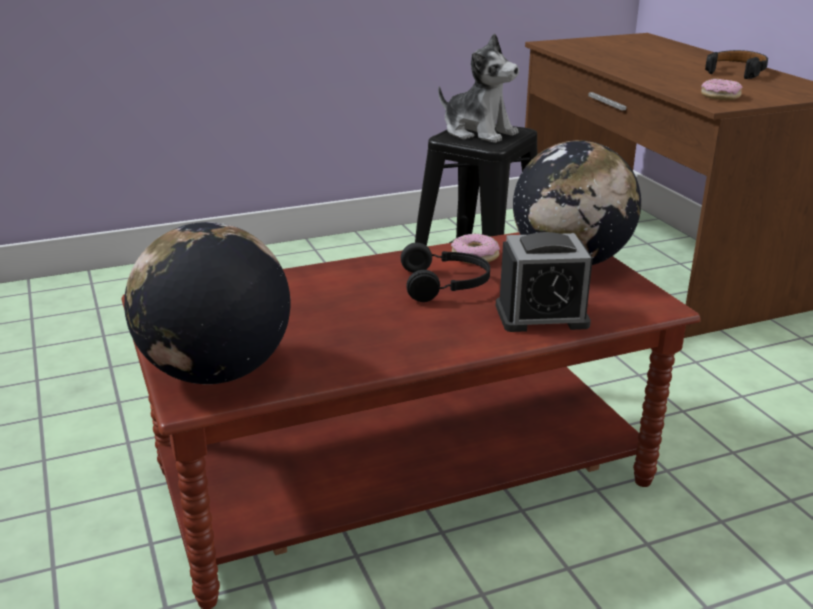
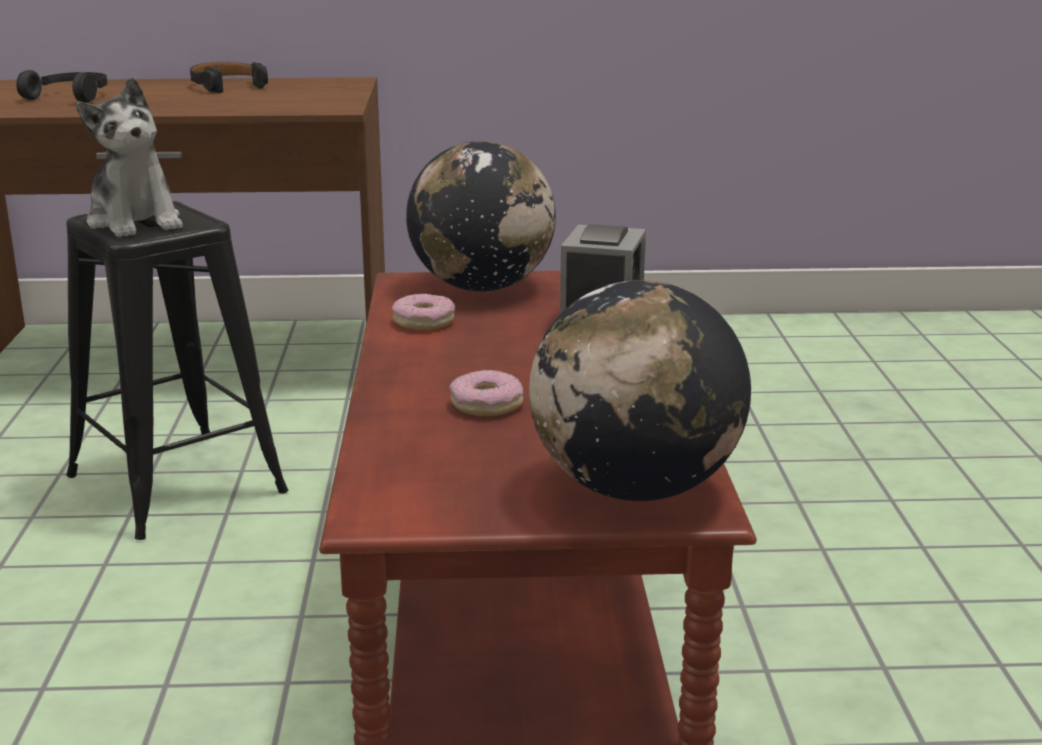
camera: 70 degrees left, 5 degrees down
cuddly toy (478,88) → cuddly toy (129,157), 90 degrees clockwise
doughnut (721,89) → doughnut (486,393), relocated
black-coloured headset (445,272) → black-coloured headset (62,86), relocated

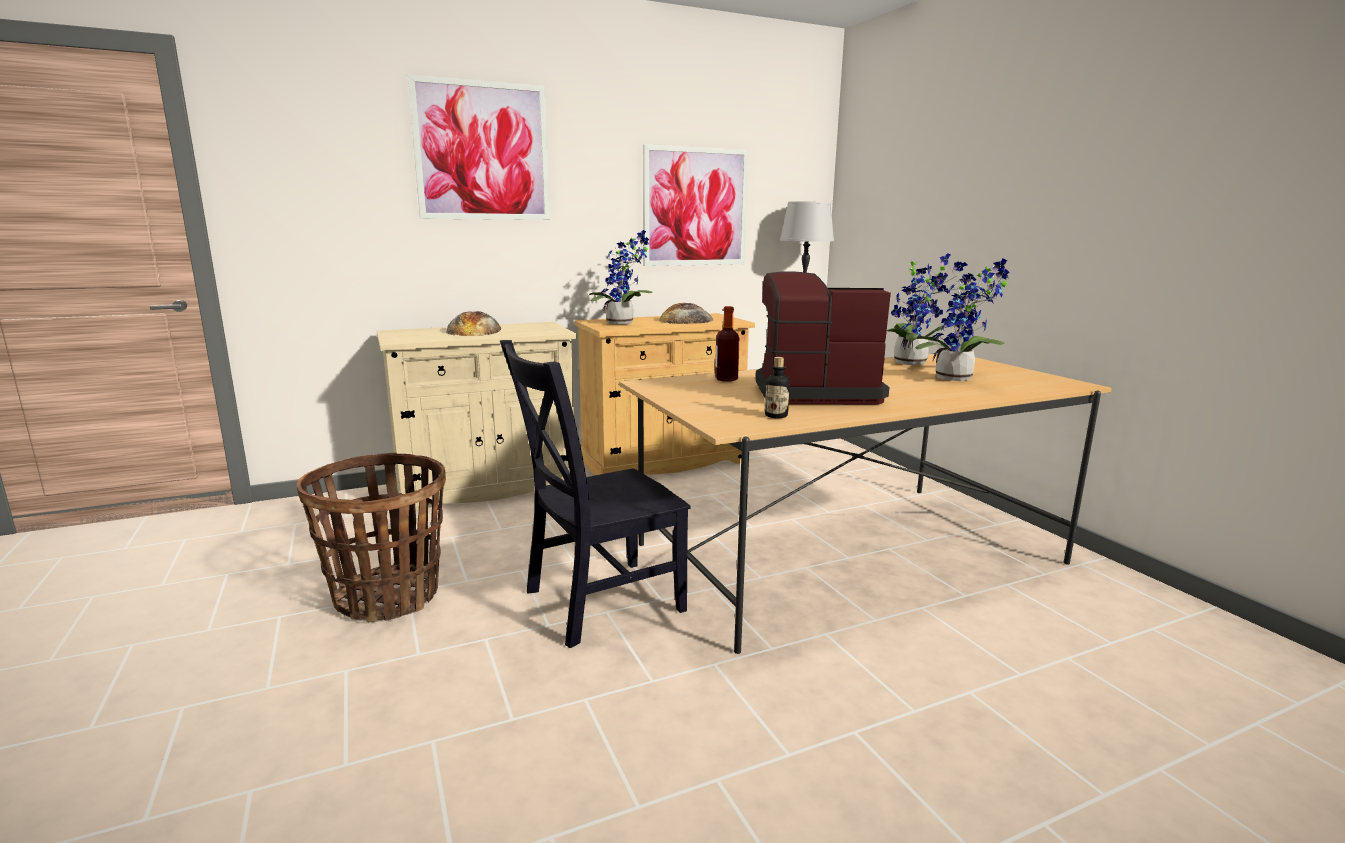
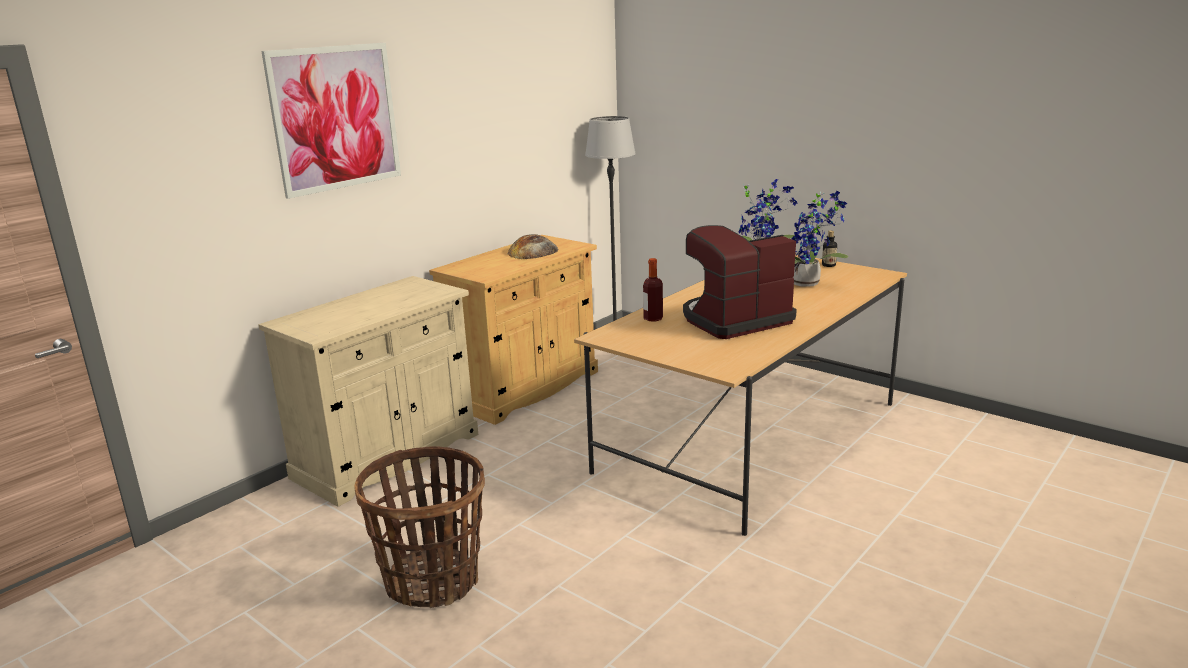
camera: 25 degrees left, 5 degrees up
wall picture (695,205) → -
potted plant (621,277) → -
bread (473,323) → -
black-coloured upright chair (595,494) → -
drink bottle (777,387) → drink bottle (829,249), relocated

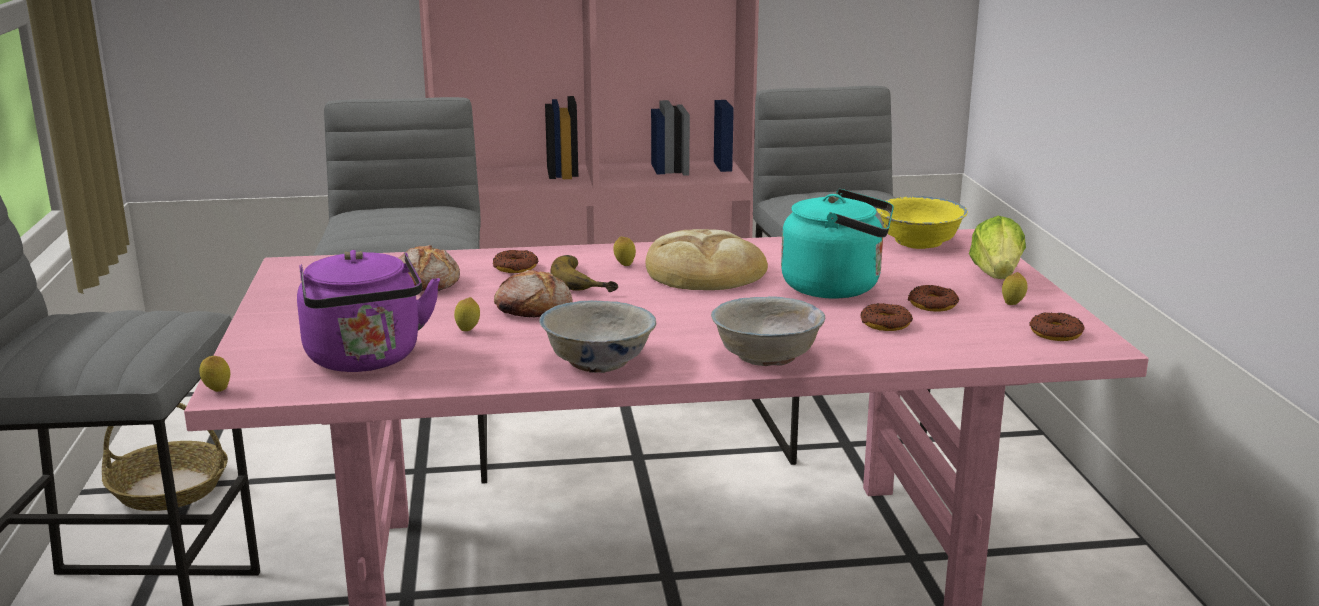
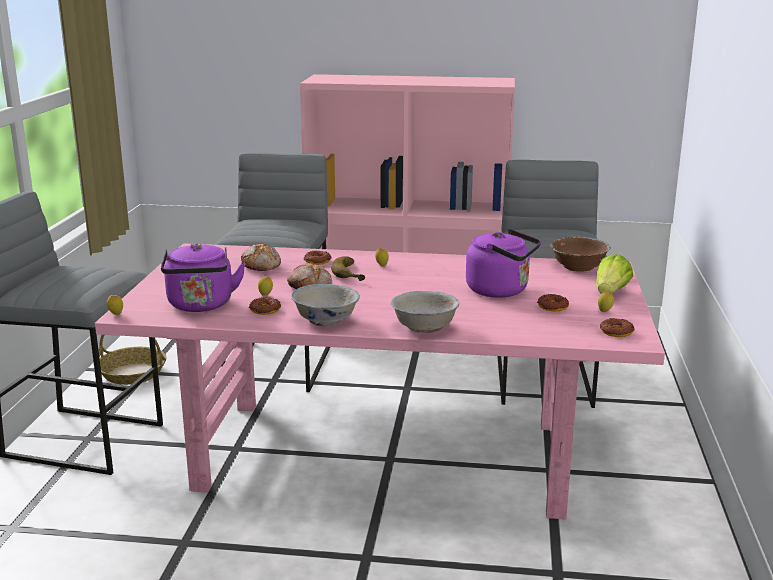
camera: 15 degrees right, 0 degrees up
turquoise-coloured water kettle (837,244) → purple-coloured water kettle (503,263)
yellowish deep dish (922,222) → brown-coloured deep dish (580,254)
bread (706,259) → -
doughnut (886,317) → doughnut (264,306), relocated

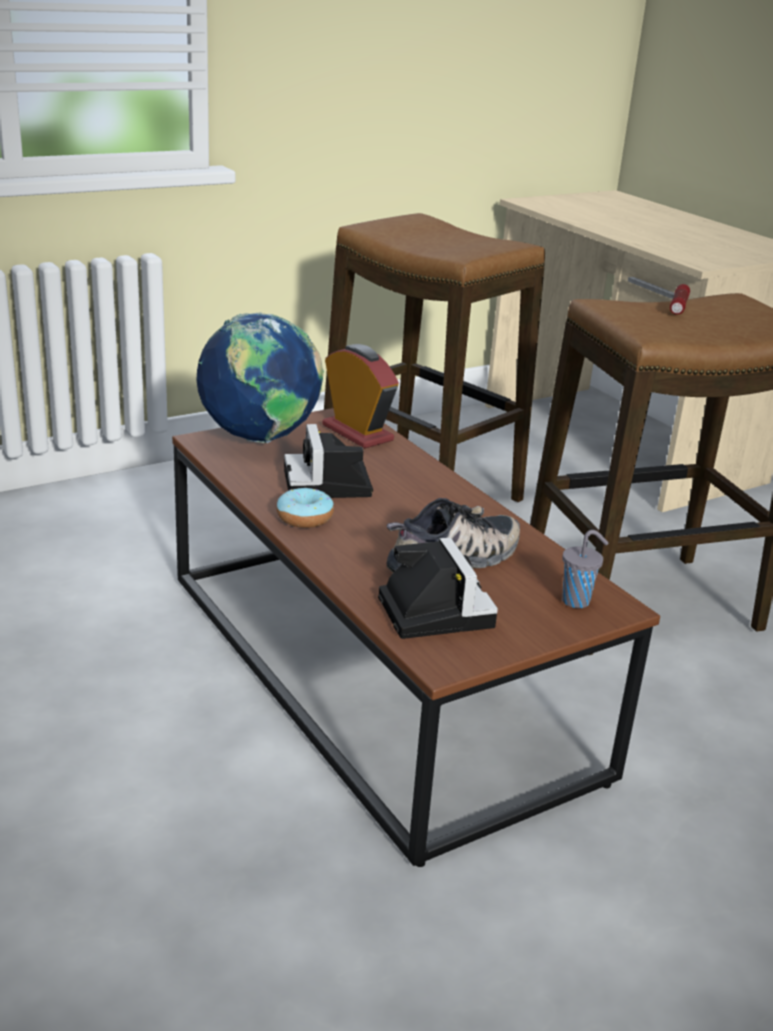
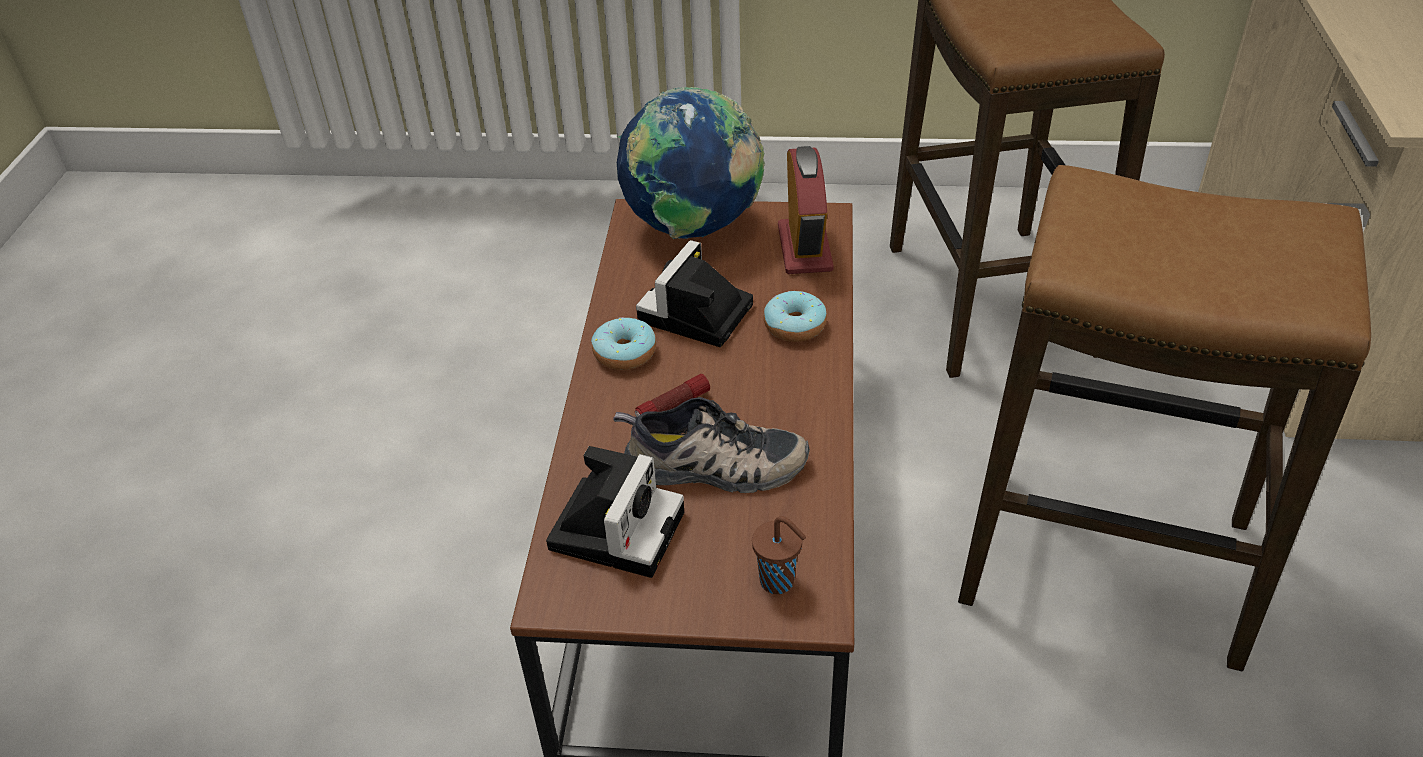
camera: 40 degrees right, 15 degrees up
hand torch (680,299) → hand torch (672,395), relocated
greyish small cup (585,569) → brown-coloured small cup (779,555)
- → doughnut (795,316)

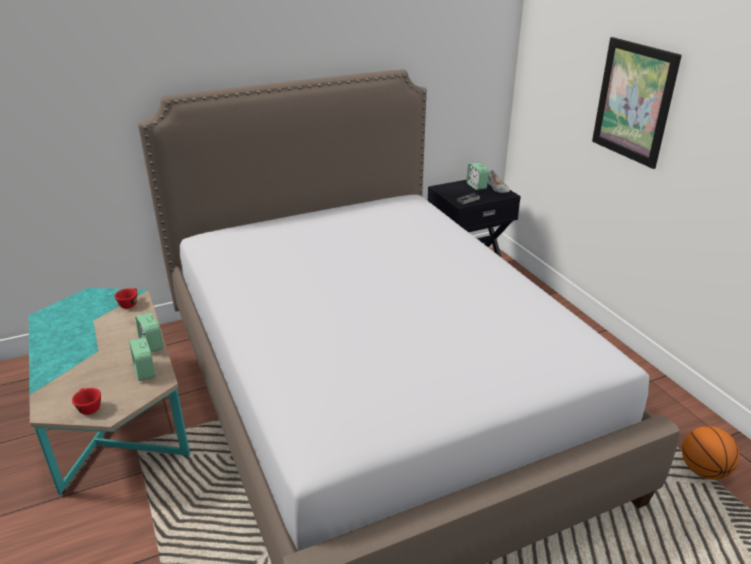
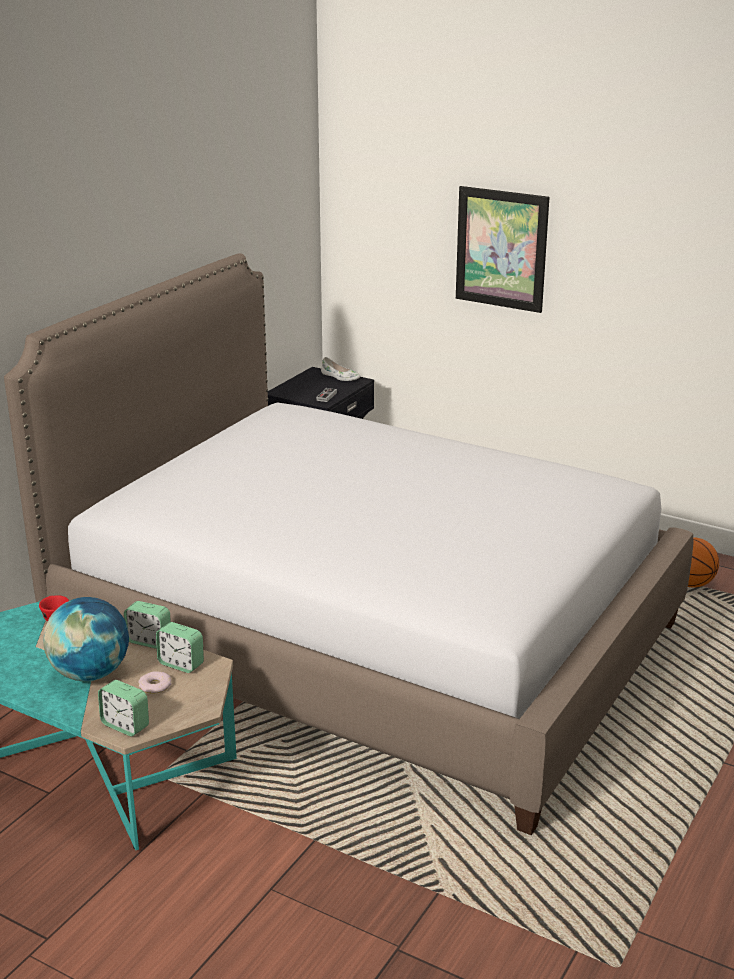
camera: 35 degrees left, 5 degrees down
bedside clock (477,176) → bedside clock (123,708), relocated
red-coloured small cup (86,401) → -
- → globe (86,639)
- → doughnut (155,682)

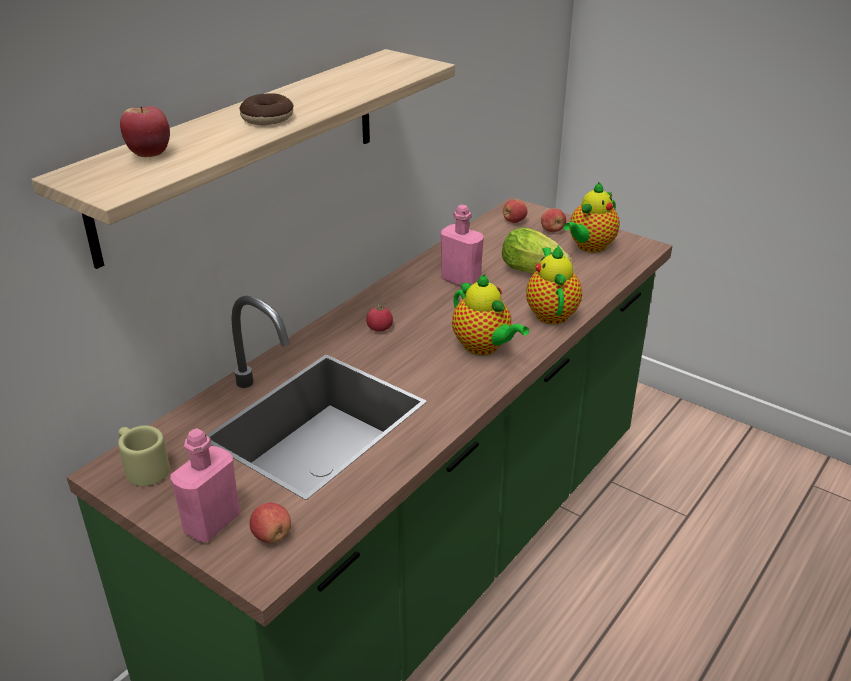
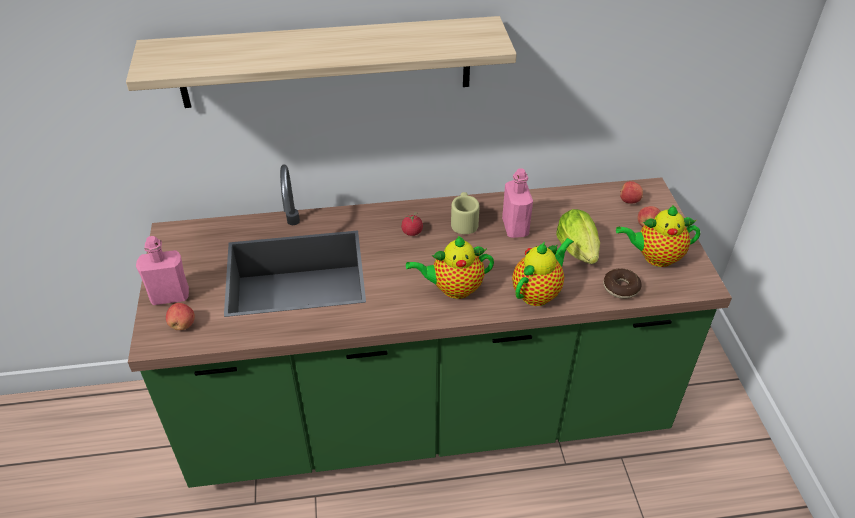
camera: 45 degrees right, 10 degrees up
doughnut (266,109) → doughnut (622,283), relocated
apple (145,131) → -
tea pot (490,314) → tea pot (450,267), 75 degrees clockwise
beige-coloured coffee mug (144,456) → beige-coloured coffee mug (465,213), relocated

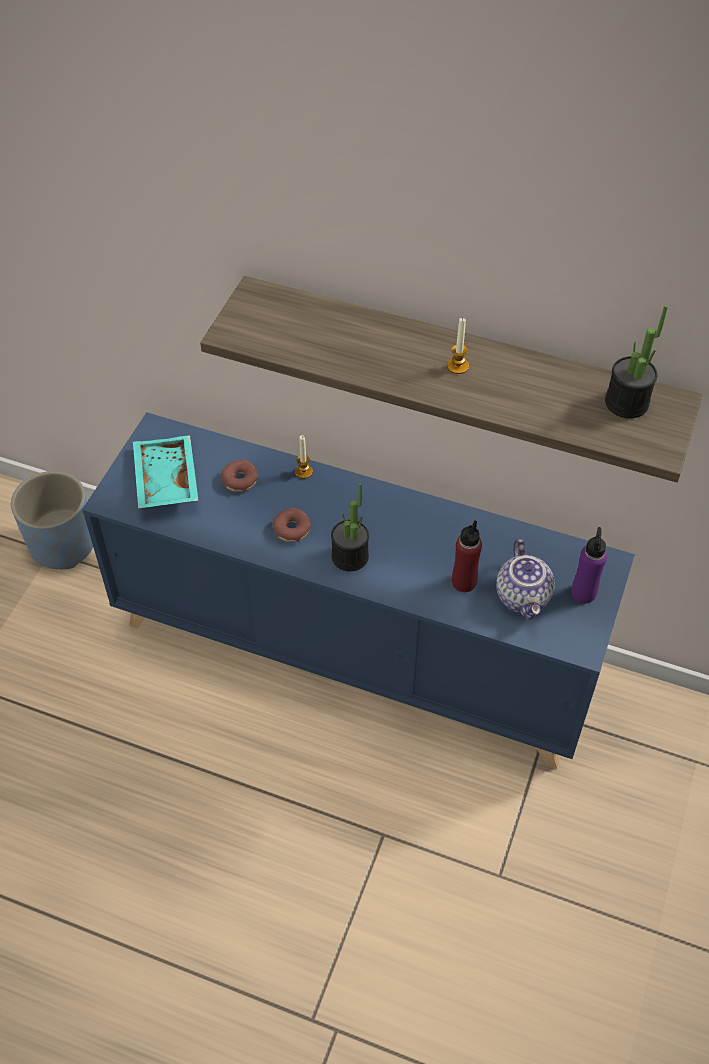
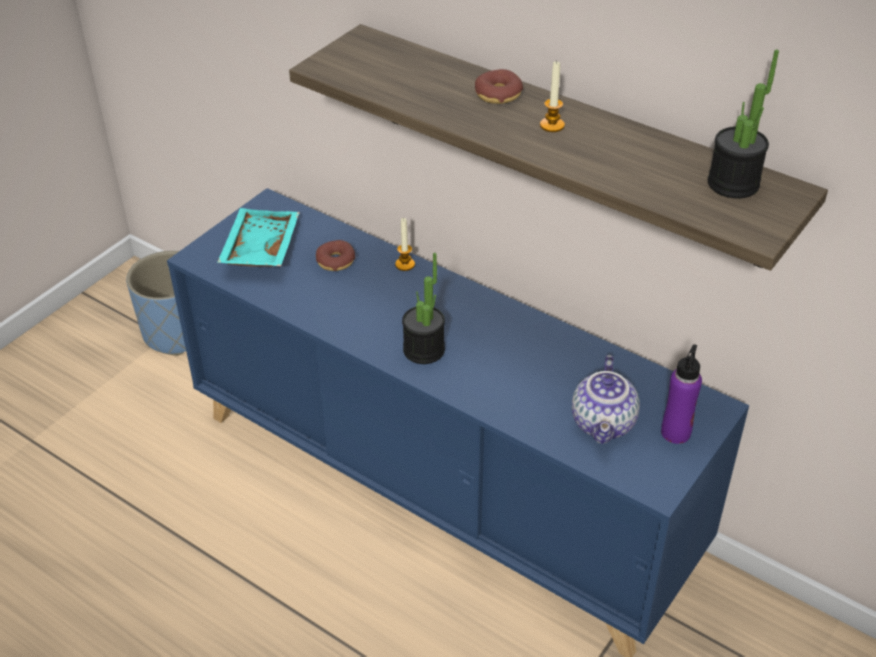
camera: 15 degrees right, 10 degrees down
doughnut (292,525) → doughnut (499,86), relocated
red-coloured drink bottle (467,556) → -

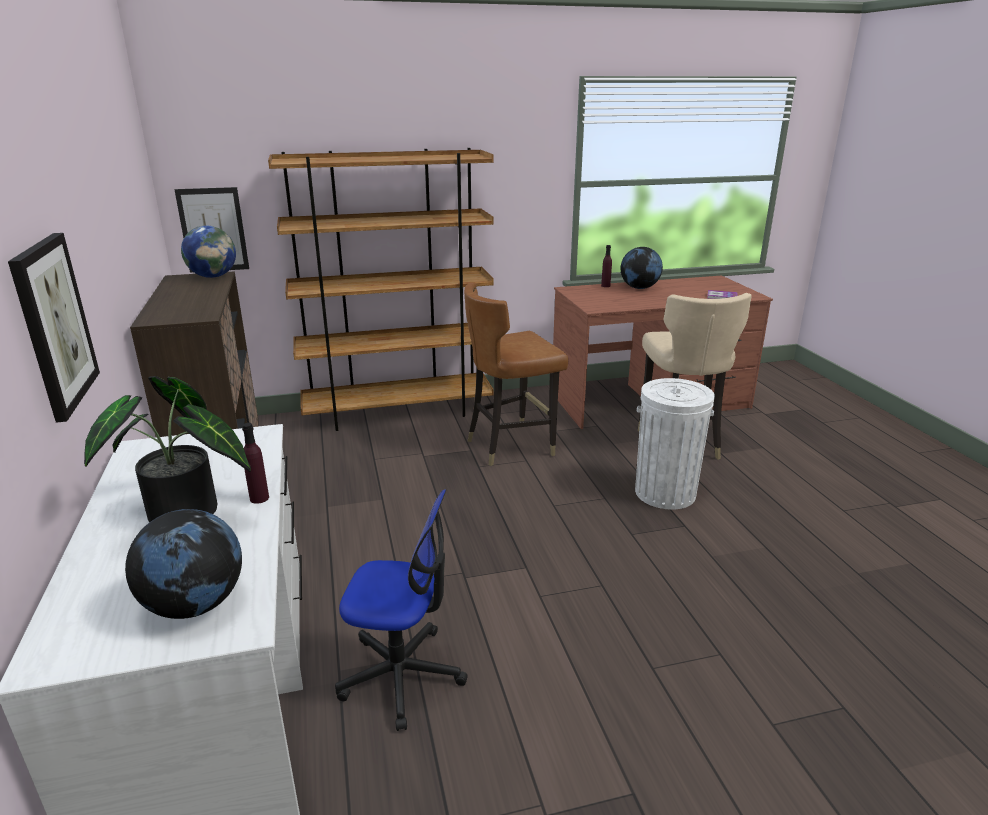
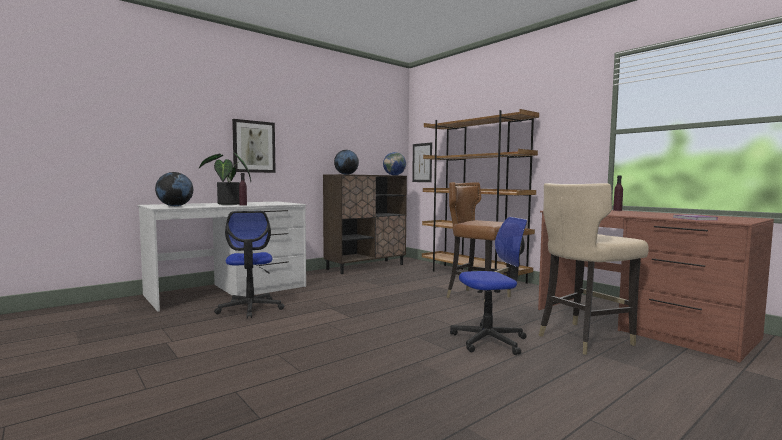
camera: 65 degrees right, 20 degrees down
globe (642,268) → globe (346,162), relocated
white trash can (675,444) → desk chair (488,286)

